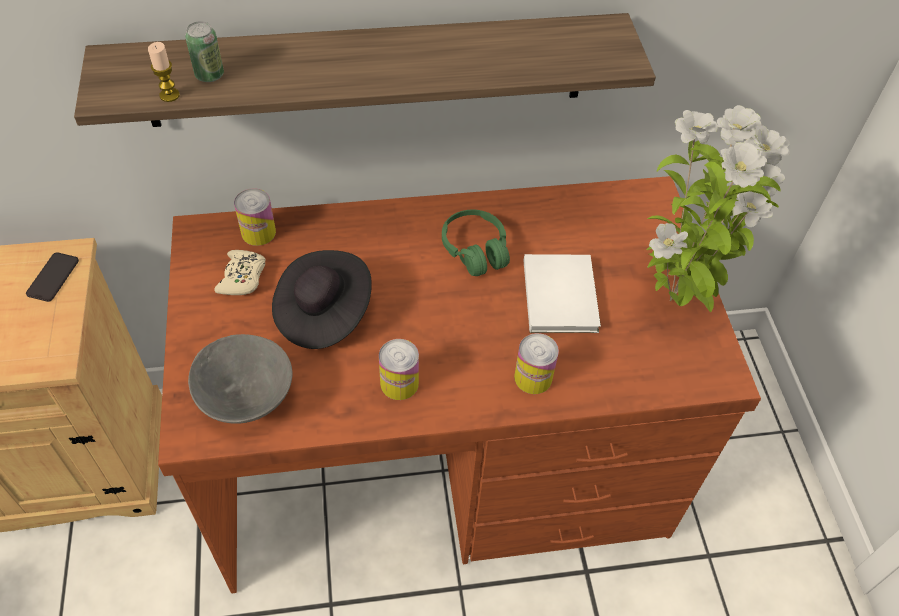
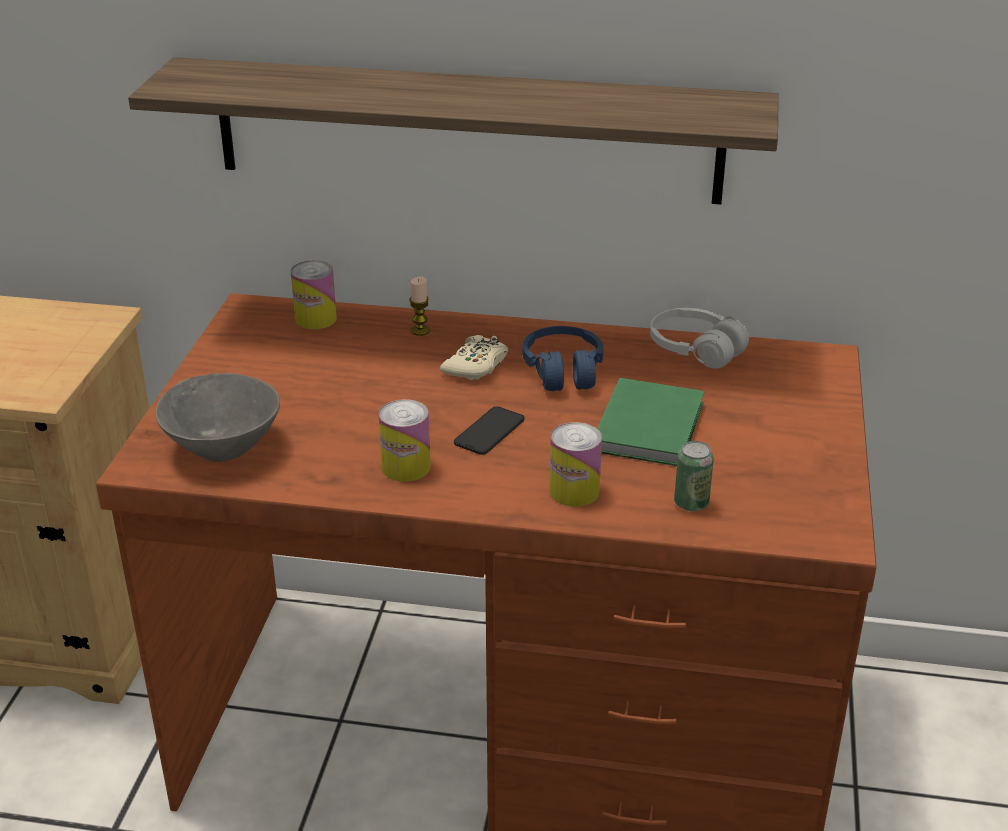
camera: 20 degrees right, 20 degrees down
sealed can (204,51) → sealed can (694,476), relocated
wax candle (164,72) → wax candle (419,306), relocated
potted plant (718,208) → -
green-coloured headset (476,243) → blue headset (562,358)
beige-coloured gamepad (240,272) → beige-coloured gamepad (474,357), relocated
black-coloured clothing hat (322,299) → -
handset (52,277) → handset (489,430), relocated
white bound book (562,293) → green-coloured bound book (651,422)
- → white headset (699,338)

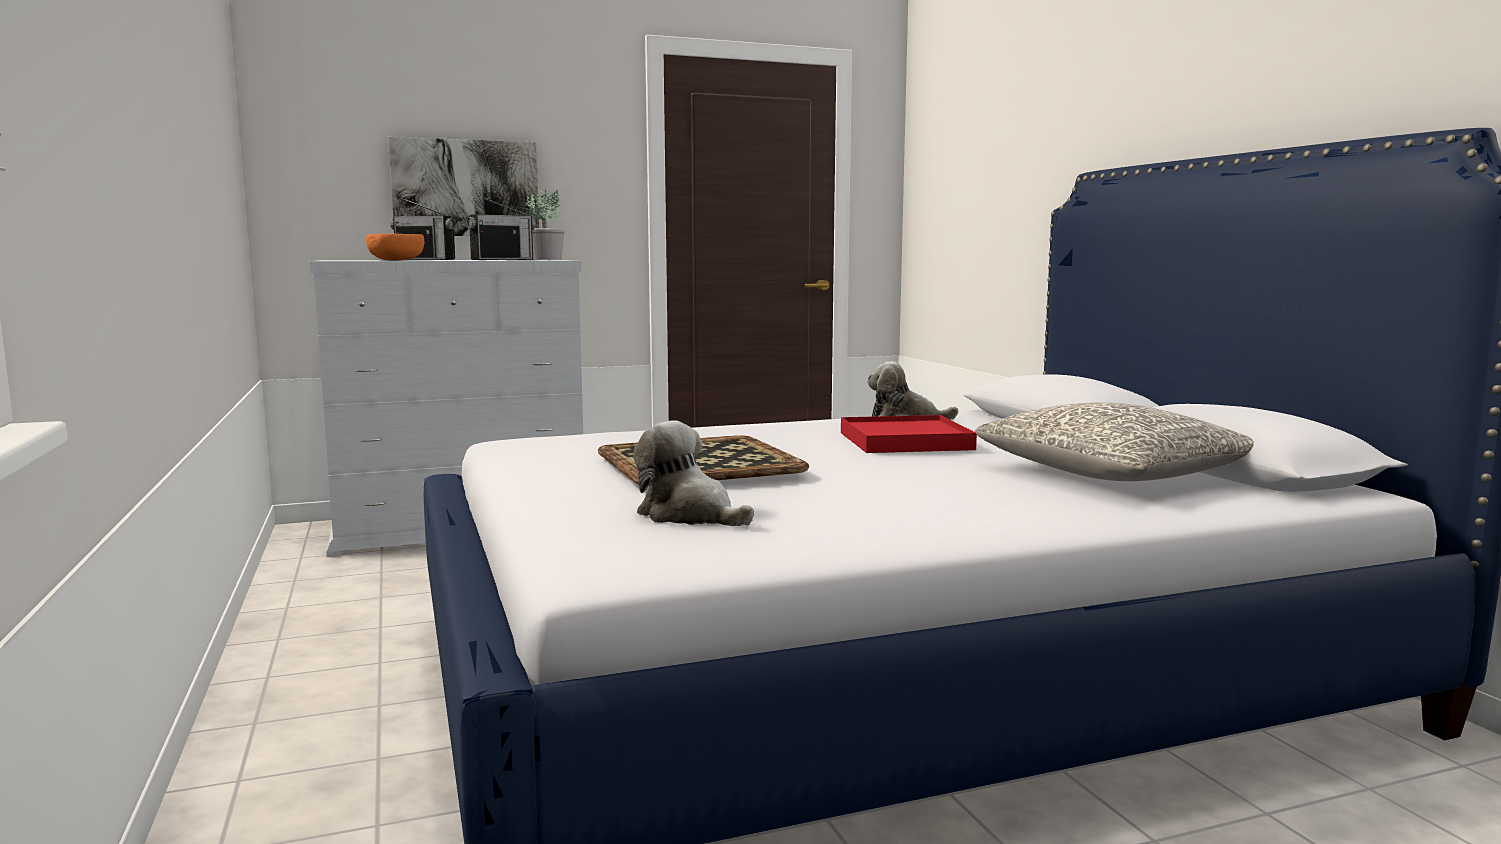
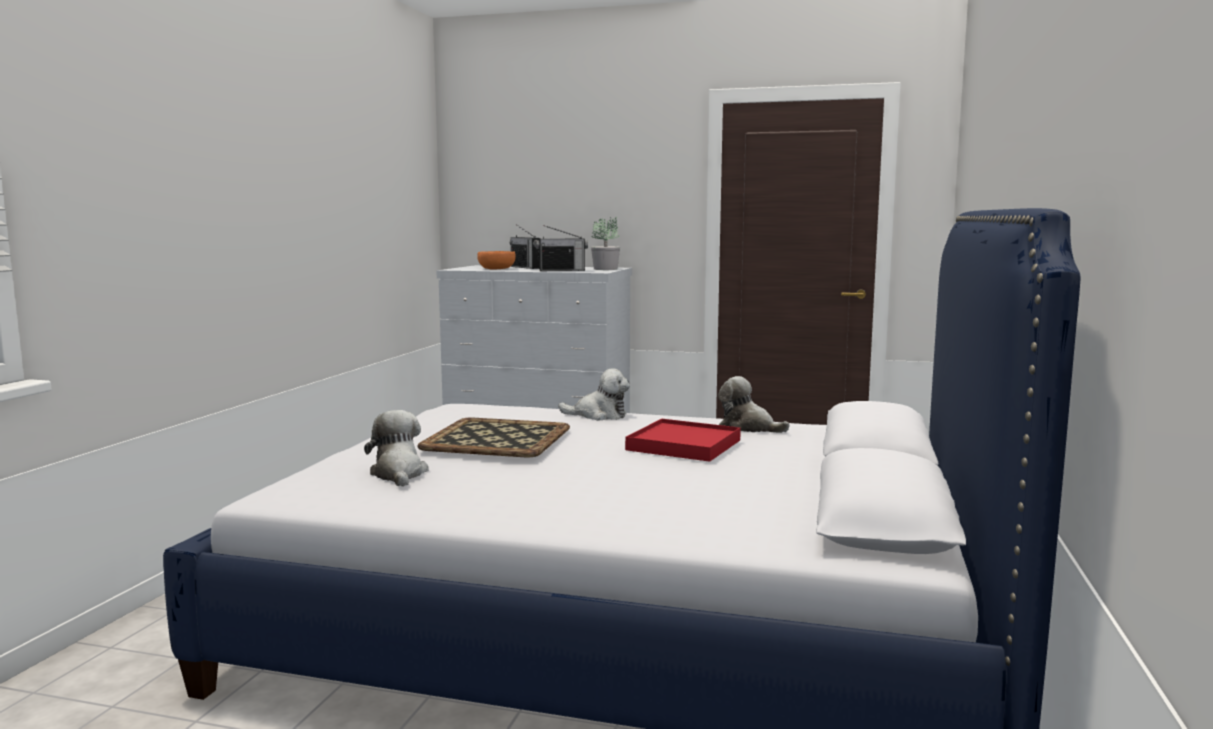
camera: 35 degrees right, 0 degrees up
wall picture (463,186) → -
greyish throw pillow (1114,441) → -
- → cuddly toy (594,394)

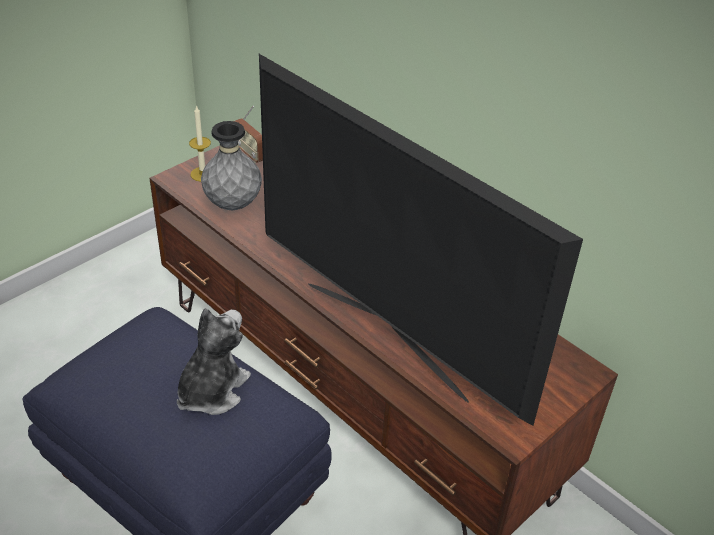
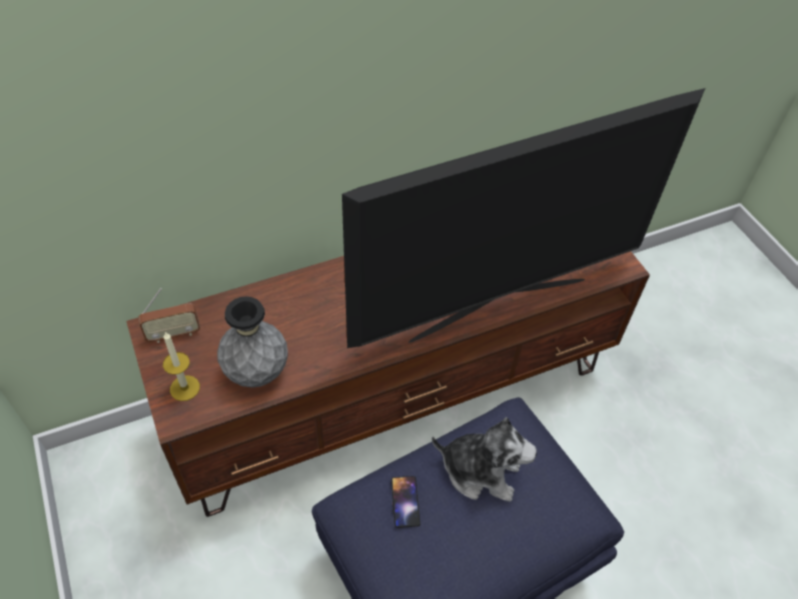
camera: 70 degrees left, 10 degrees up
cuddly toy (214,361) → cuddly toy (484,459), 150 degrees clockwise
- → handset (405,502)

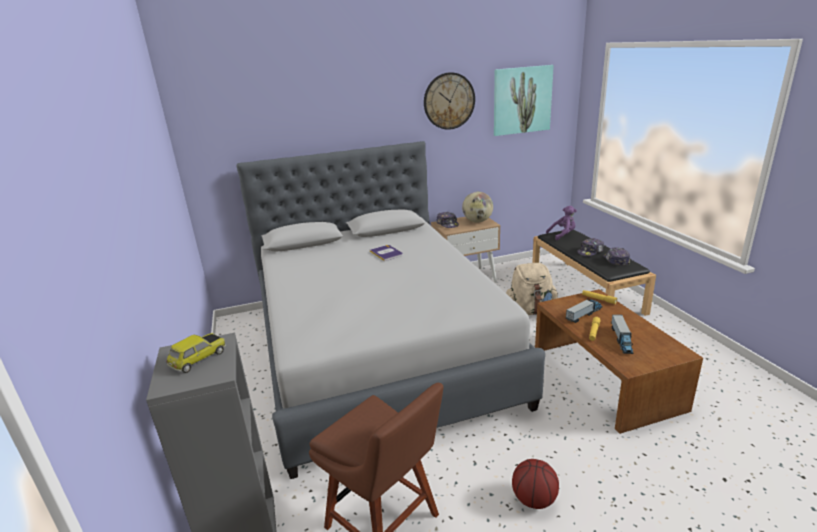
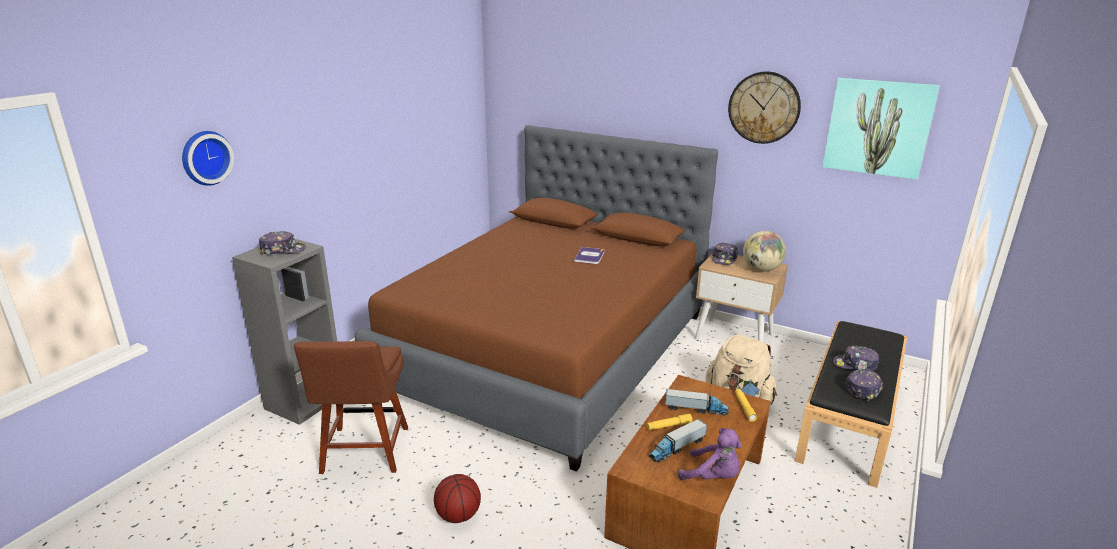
camera: 45 degrees right, 0 degrees up
greyish bed (391,310) → brown-coloured bed (536,298)
purple-coloured cuddly toy (561,223) → purple-coloured cuddly toy (710,454), relocated
model car (196,353) → baseball cap (282,243)
- → hanging clock (208,158)

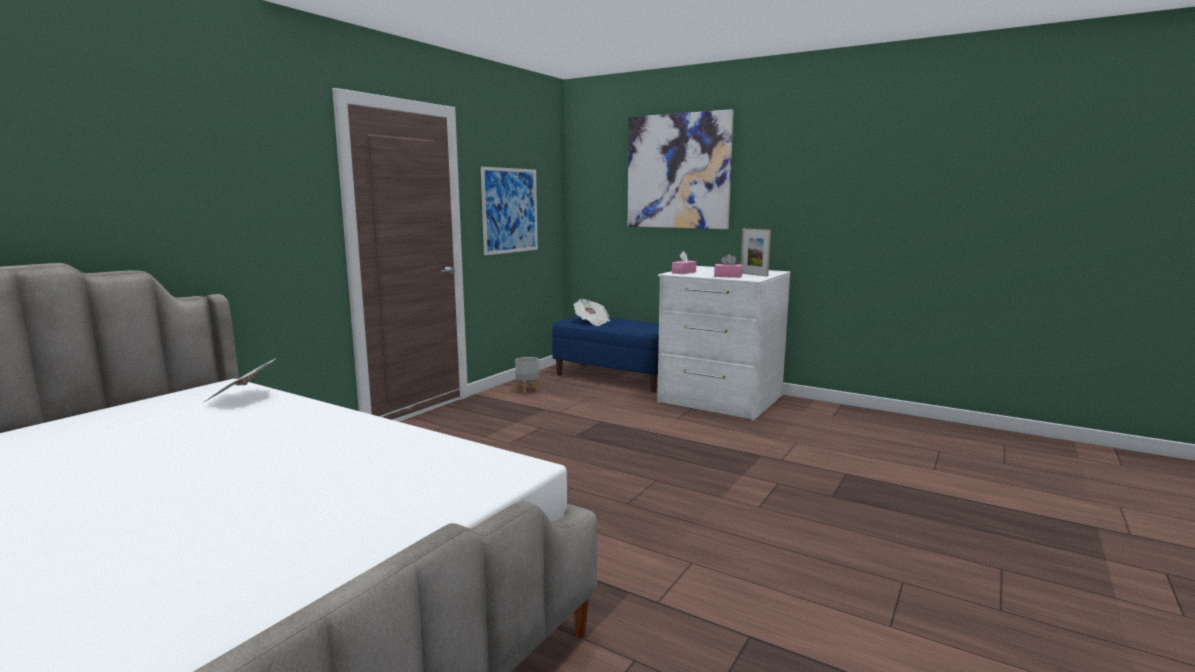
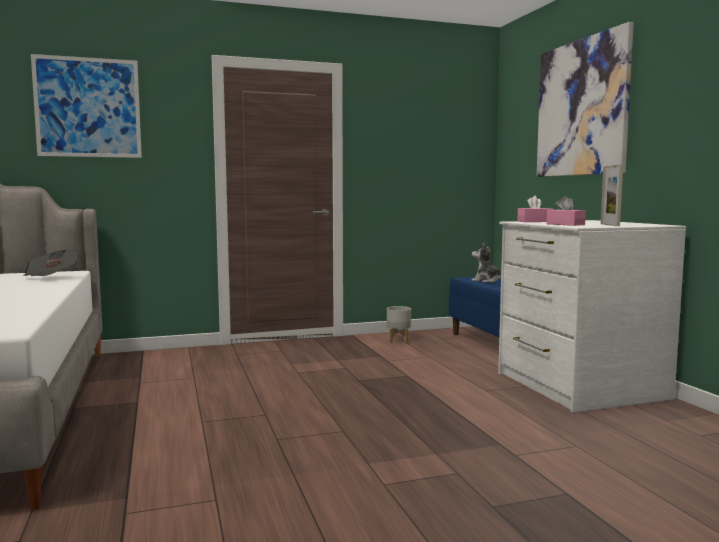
camera: 40 degrees right, 5 degrees down
wall picture (509,211) → wall picture (86,106), relocated
printed paper (592,312) → cuddly toy (486,263)

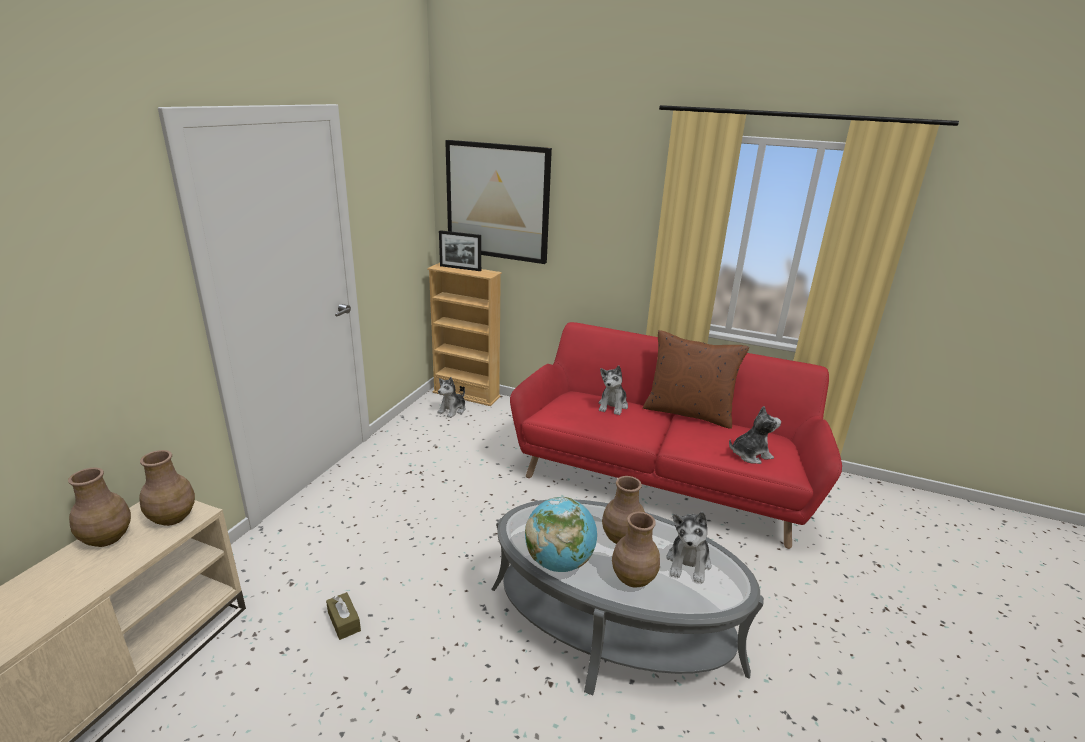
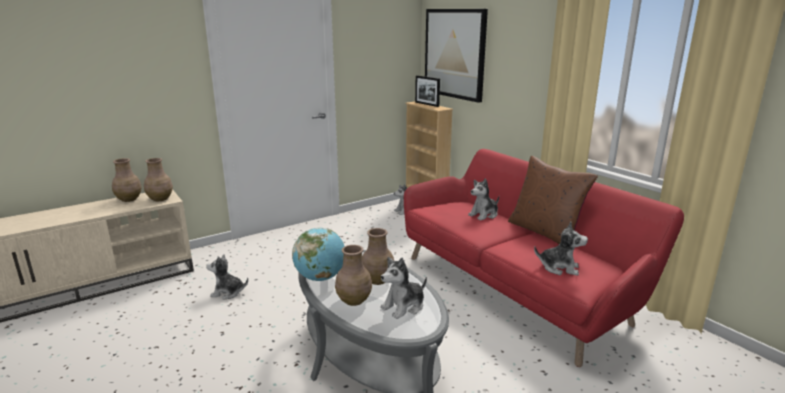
camera: 35 degrees right, 5 degrees down
brown-coloured tissue holder (343,616) → cuddly toy (227,277)

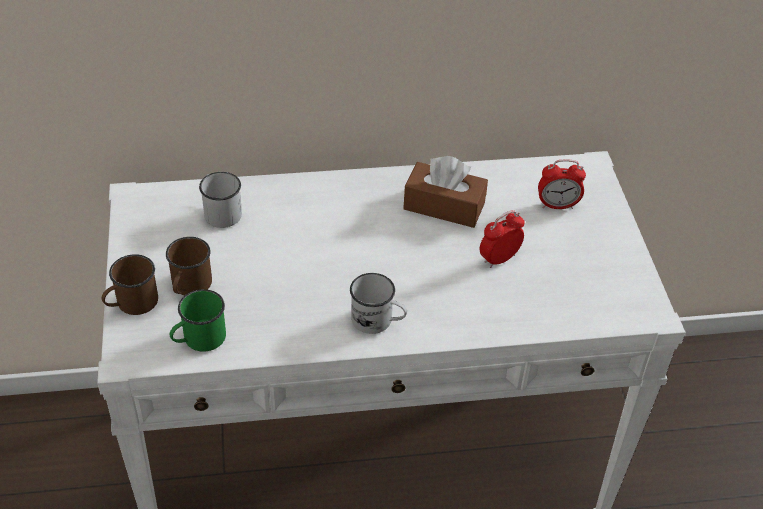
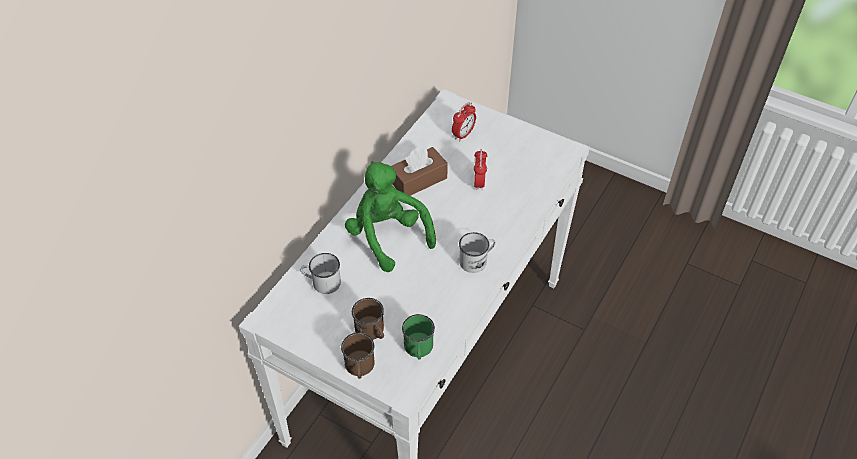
camera: 50 degrees left, 5 degrees up
- → green-coloured cuddly toy (390,216)

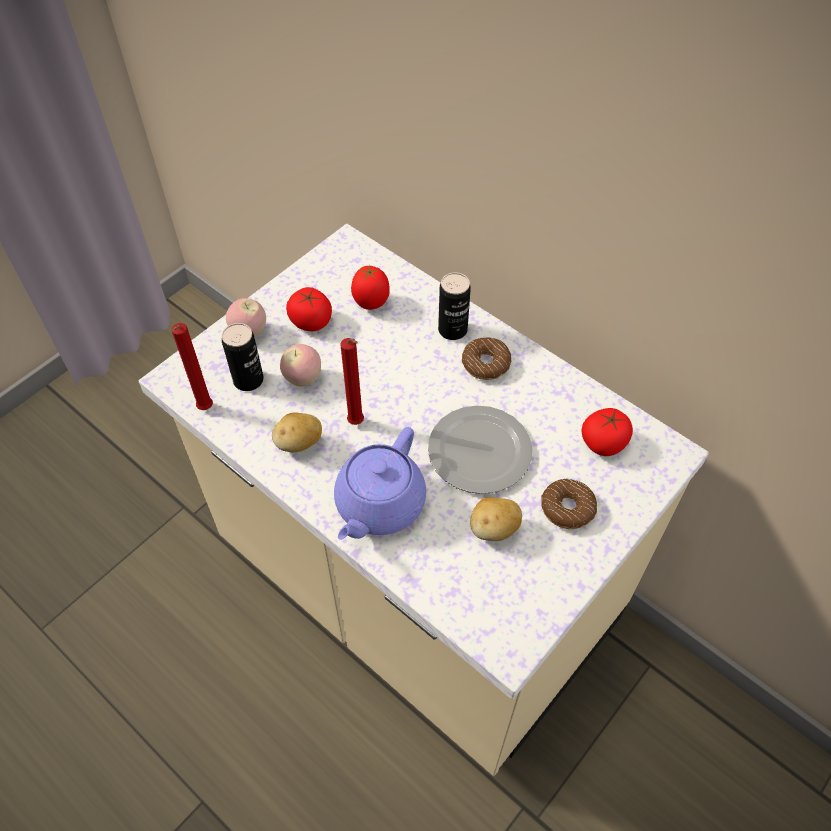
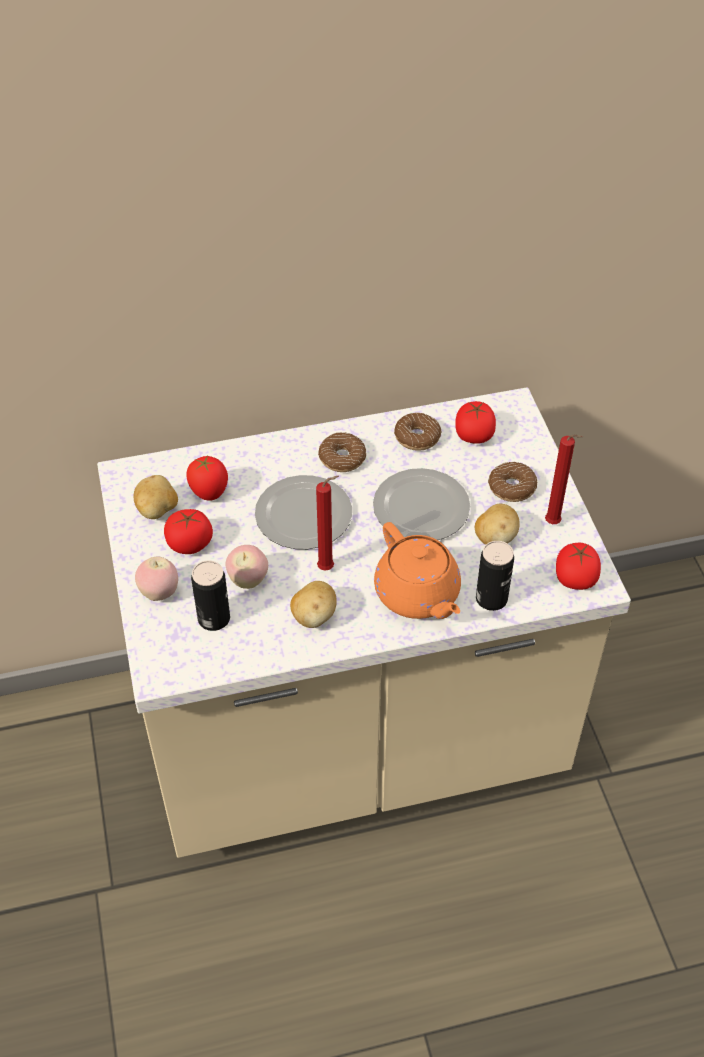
camera: 55 degrees left, 5 degrees down
sealed can (454,306) → sealed can (495,576), relocated
red-coloured wax candle (192,366) → red-coloured wax candle (564,479), relocated
purple-coloured tea pot (380,483) → orangey tea pot (417,570)
- → doughnut (418,431)
- → spud (156,497)
- → flat dish (303,512)
- → tomato (578,566)

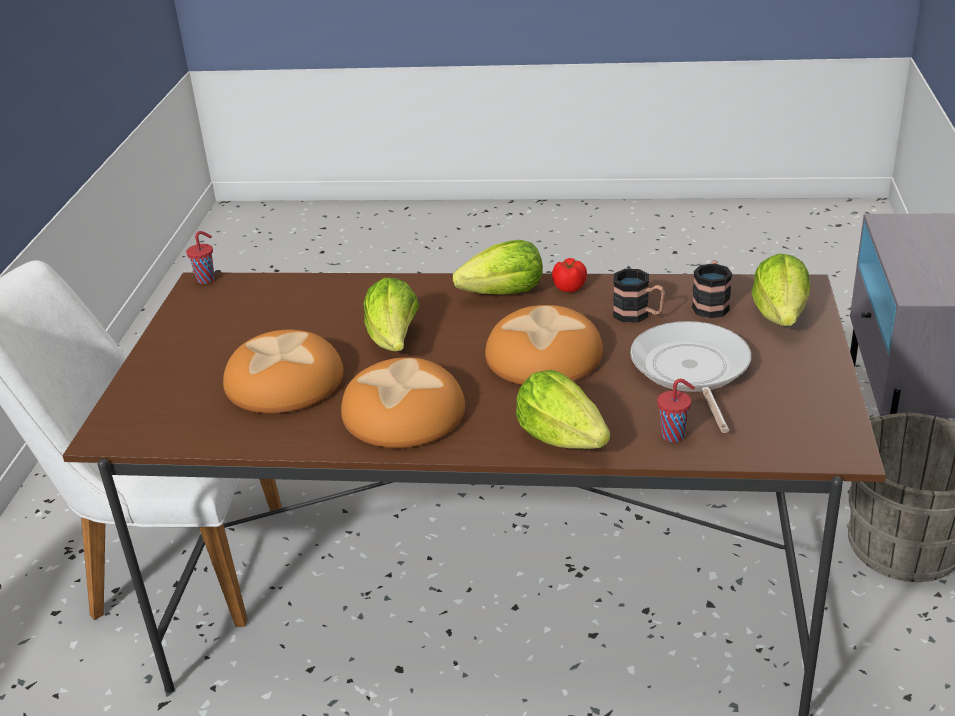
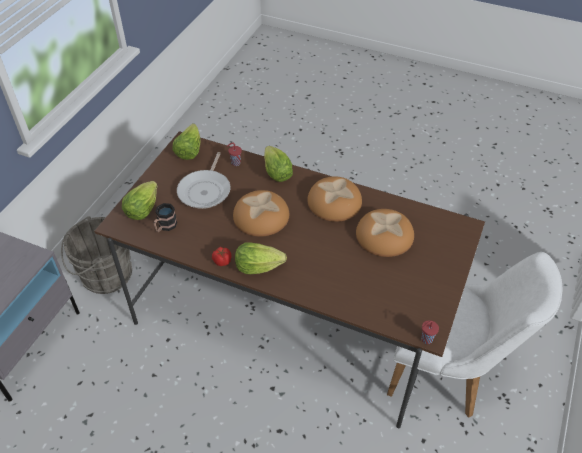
camera: 165 degrees left, 15 degrees up
coffee mug (639,296) → -
head of lettuce (391,314) → head of lettuce (186,141), relocated

